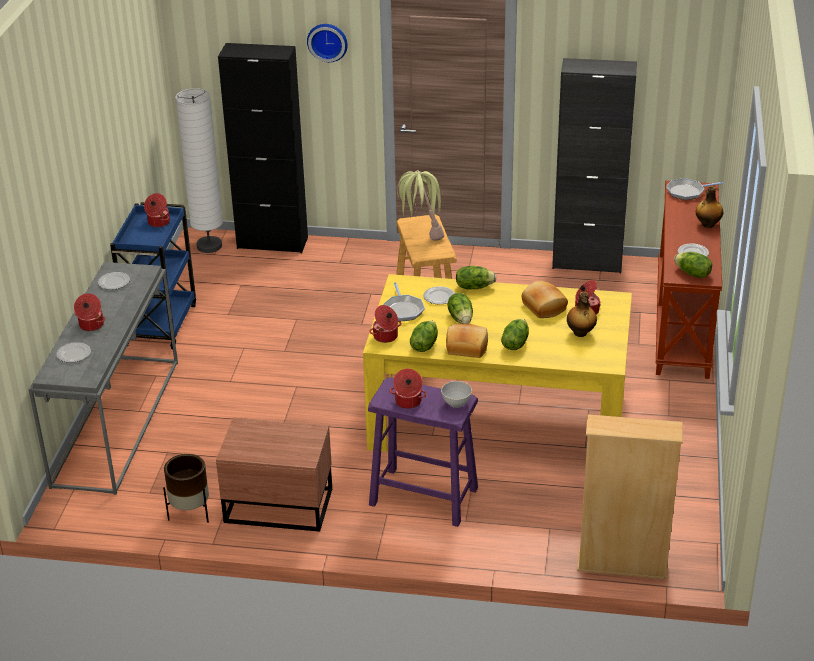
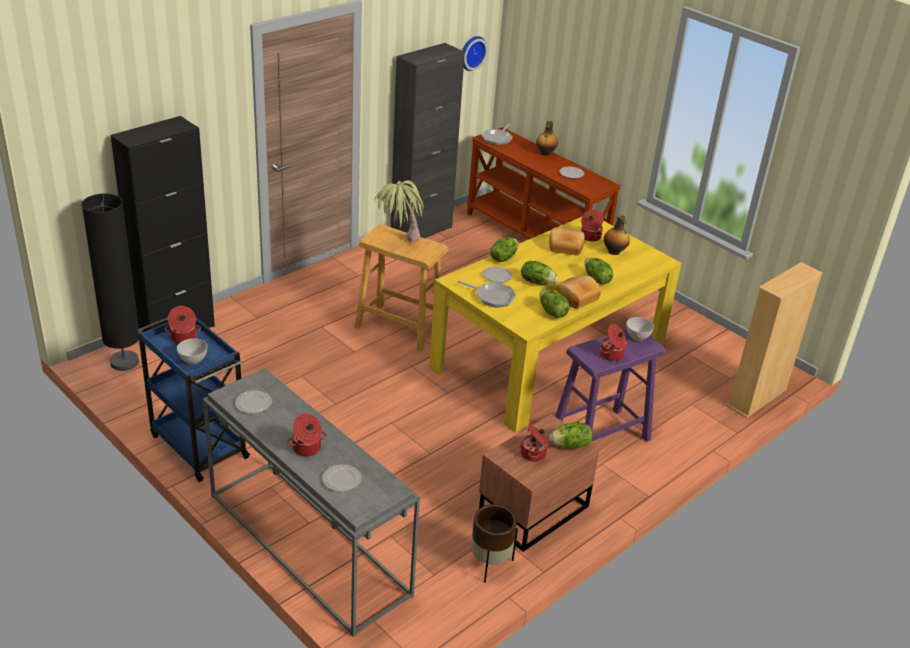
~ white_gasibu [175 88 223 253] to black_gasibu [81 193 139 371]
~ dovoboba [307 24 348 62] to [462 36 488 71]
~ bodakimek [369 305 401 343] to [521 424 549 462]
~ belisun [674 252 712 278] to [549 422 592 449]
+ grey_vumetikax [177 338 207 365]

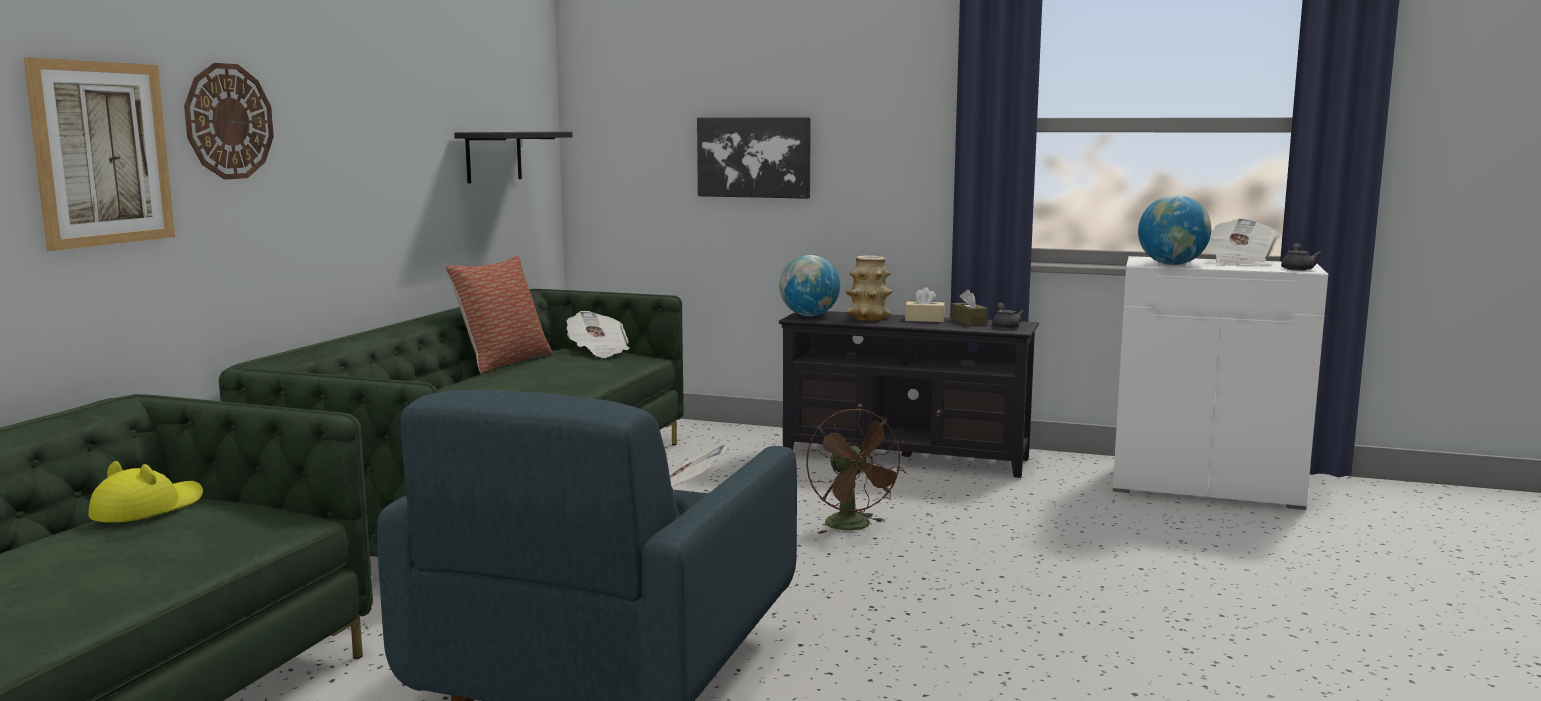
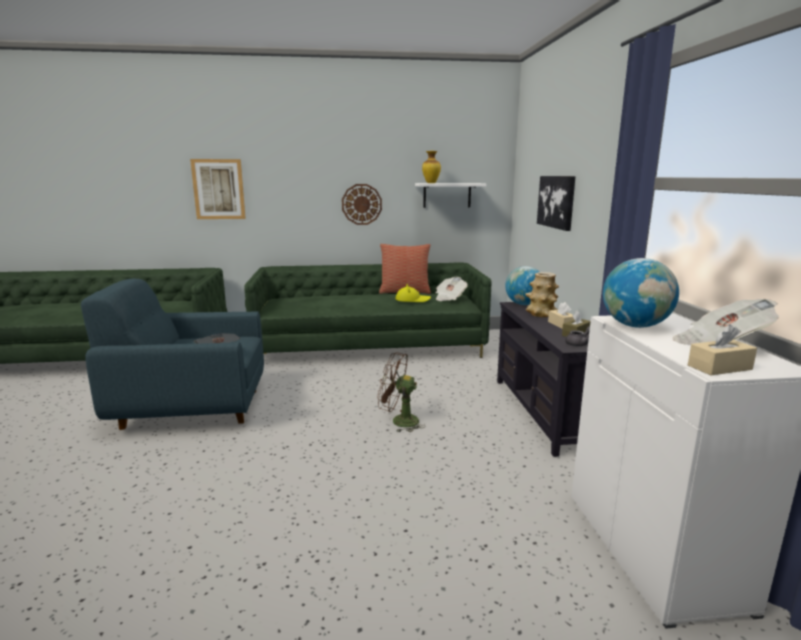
~ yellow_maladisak [88 461 203 523] to [396 284 431 302]
~ dovoboba [184 63 274 179] to [342 184 382 225]
~ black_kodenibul [454 132 572 183] to white_kodenibul [415 183 487 208]
~ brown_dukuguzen [806 409 906 534] = [378 352 425 432] 60 degrees clockwise
~ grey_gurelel [1281 243 1322 271] to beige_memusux [688 325 757 375]
+ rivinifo [422 151 441 183]

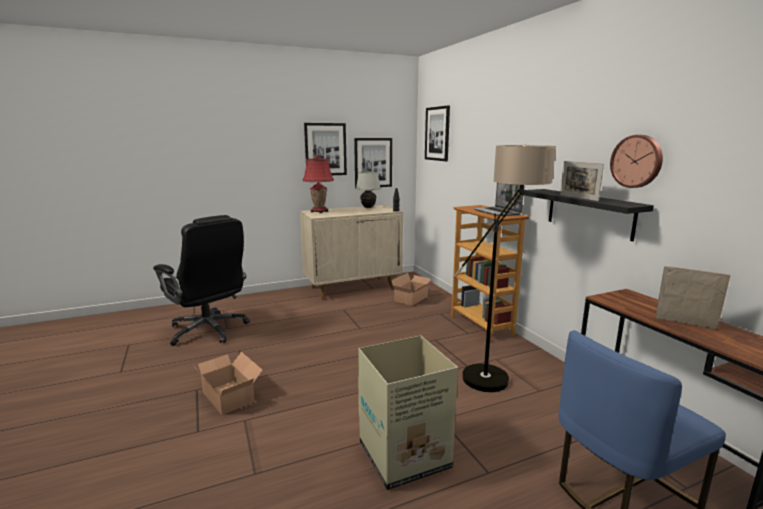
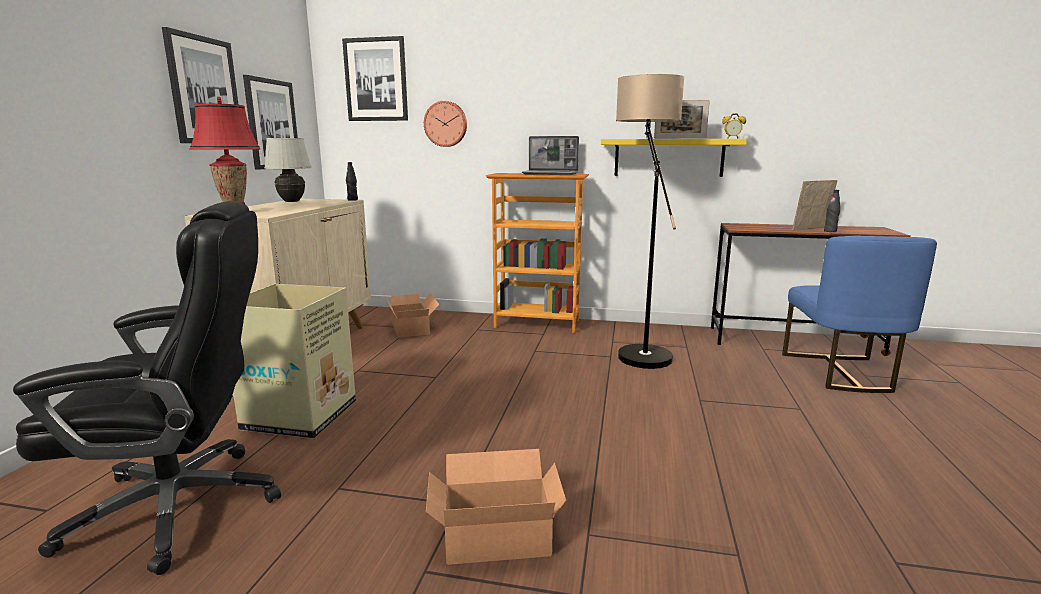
~ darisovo [358 336 458 490] to [233 284 356 439]
~ black_kodenibul [521 189 654 241] to yellow_kodenibul [601 139 747 177]
~ dovoboba [610 135 663 188] to [424 101 467 147]
+ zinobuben [722 113 746 138]
+ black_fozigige [824 190 840 232]

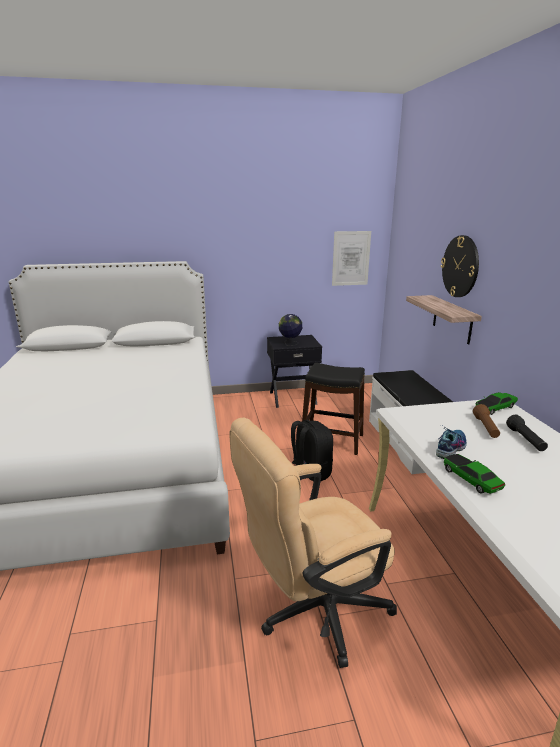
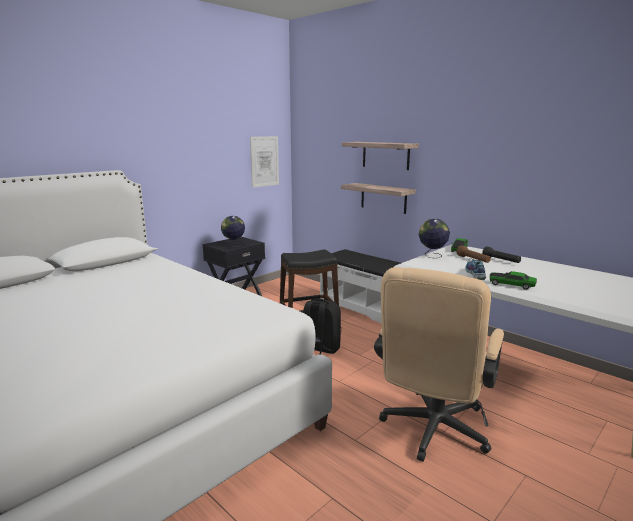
~ dovoboba [441 235 479 297] to kodenibul [342 142 419 170]
+ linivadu [419 219 450 258]

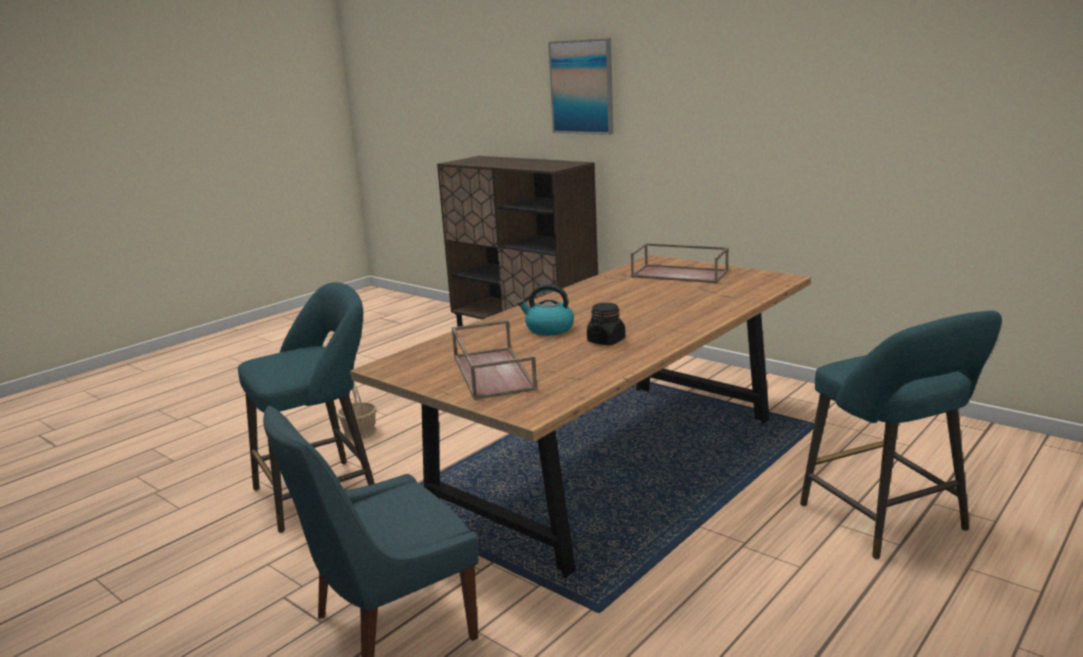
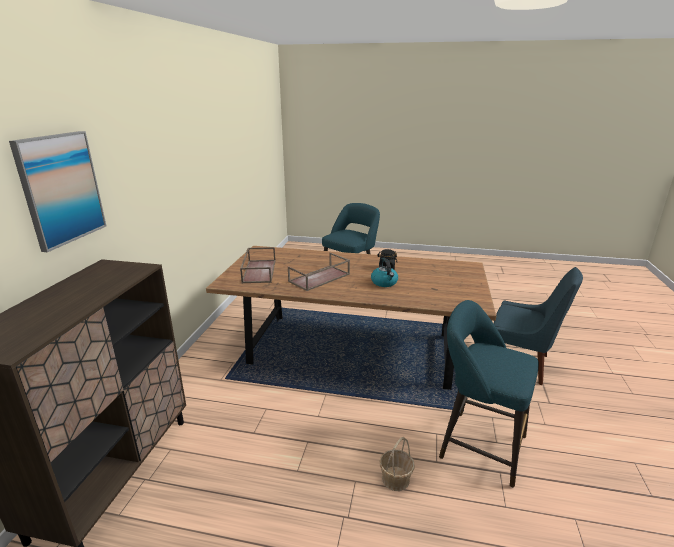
~ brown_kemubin [452 320 537 400] to [288 252 350 291]

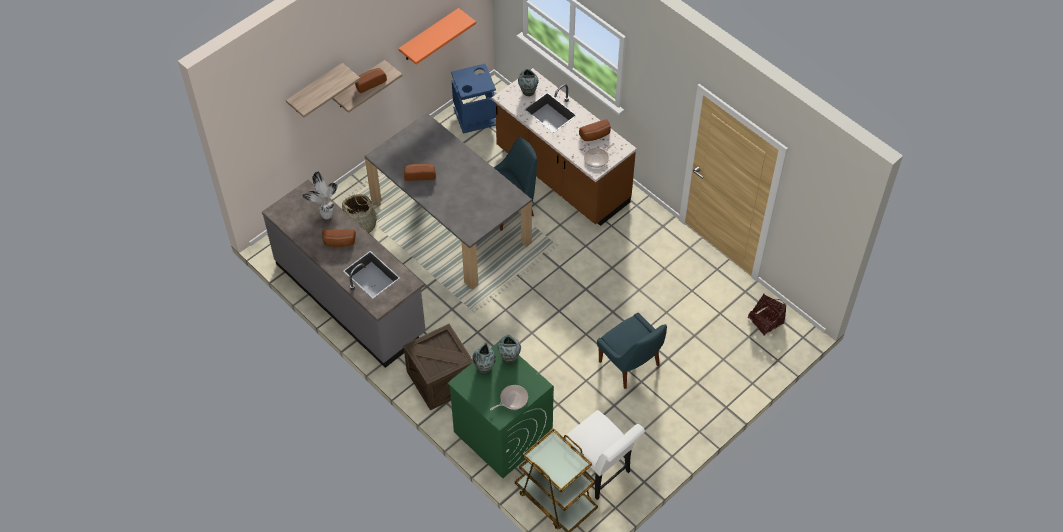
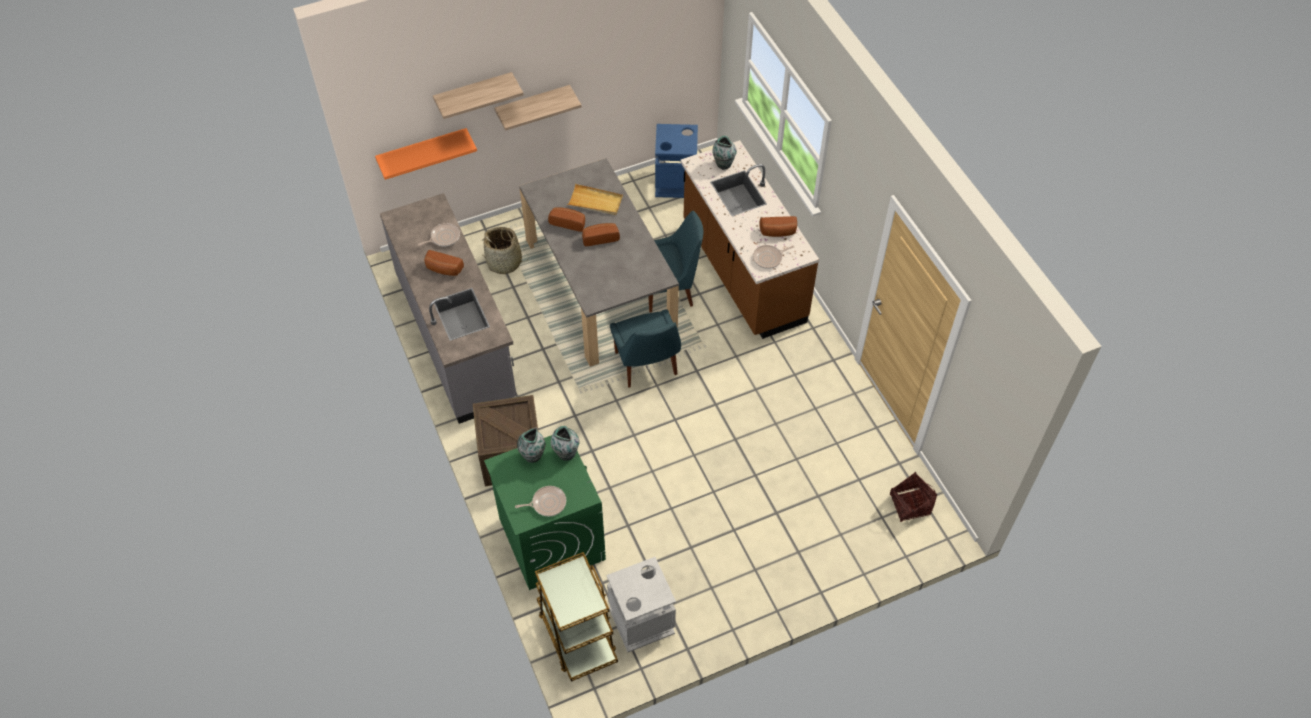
~ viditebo [302 172 338 219] to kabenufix [418 223 460 246]
~ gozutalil [355 68 387 93] to [582 223 620 246]
~ orange_kodenibul [398 8 476 65] to [375 128 477 180]
~ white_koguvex [565 410 645 500] to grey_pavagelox [606 557 676 652]
~ blue_koguvex [597 313 667 389] to [610 309 681 388]
+ beige_kemubin [567 184 623 215]

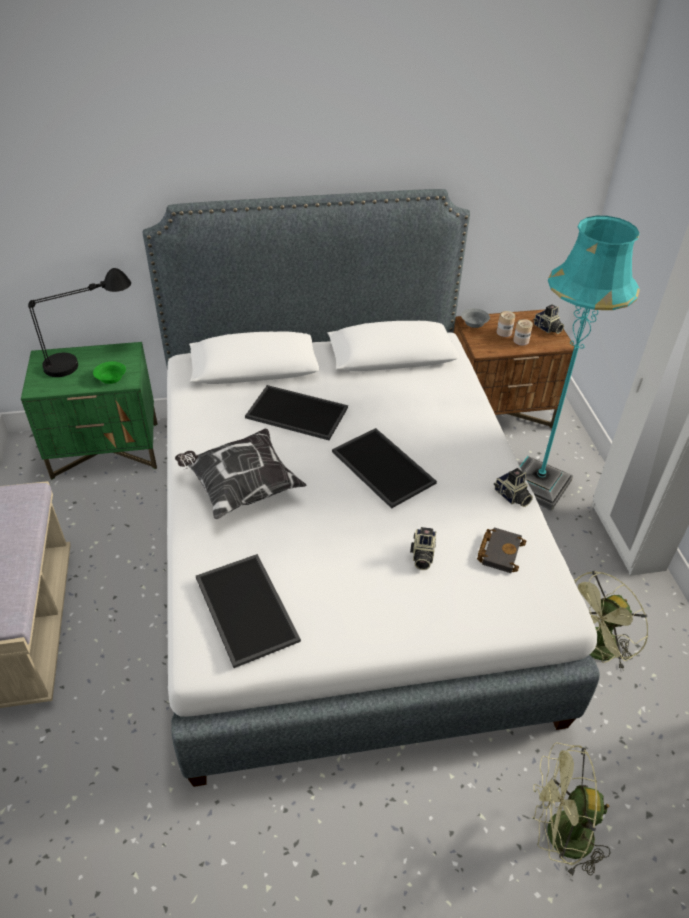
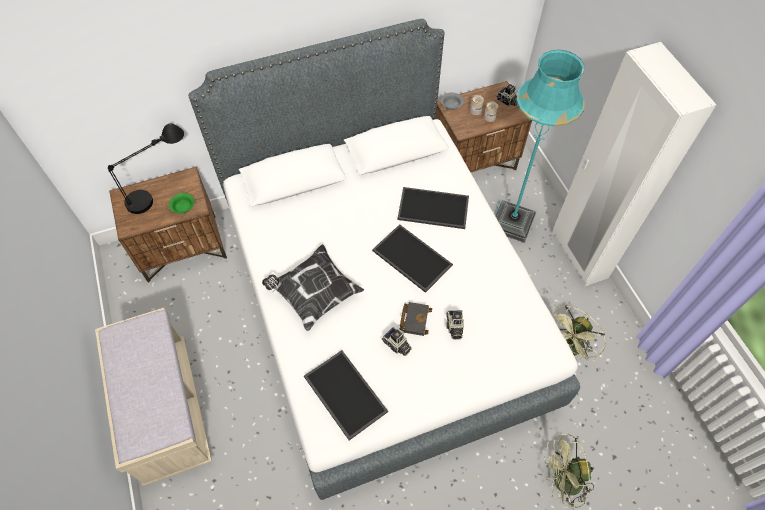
~ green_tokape [21 342 158 480] to brown_tokape [109 167 227 283]
~ kemubin [245 385 348 440] to [397 187 469 229]
~ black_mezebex [477 527 527 573] to [400 302 432 336]
~ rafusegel [494 468 533 507] to [382 327 412 356]

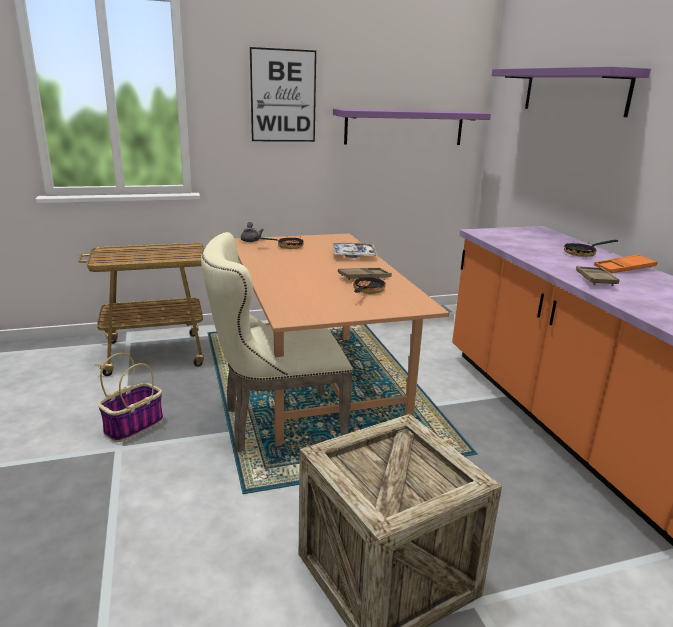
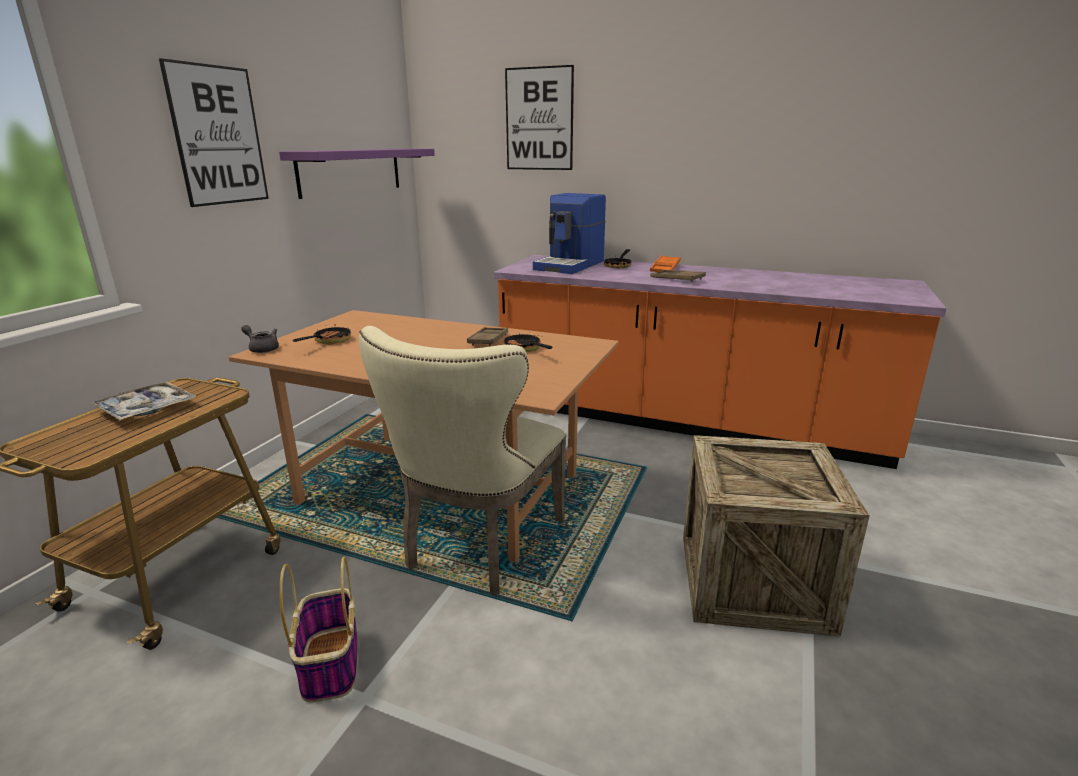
~ kemubin [333 243 378 258] to [92 381 196 420]
~ purple_kodenibul [492 66 651 117] to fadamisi [505 65 574 170]
+ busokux [533 193 606 274]

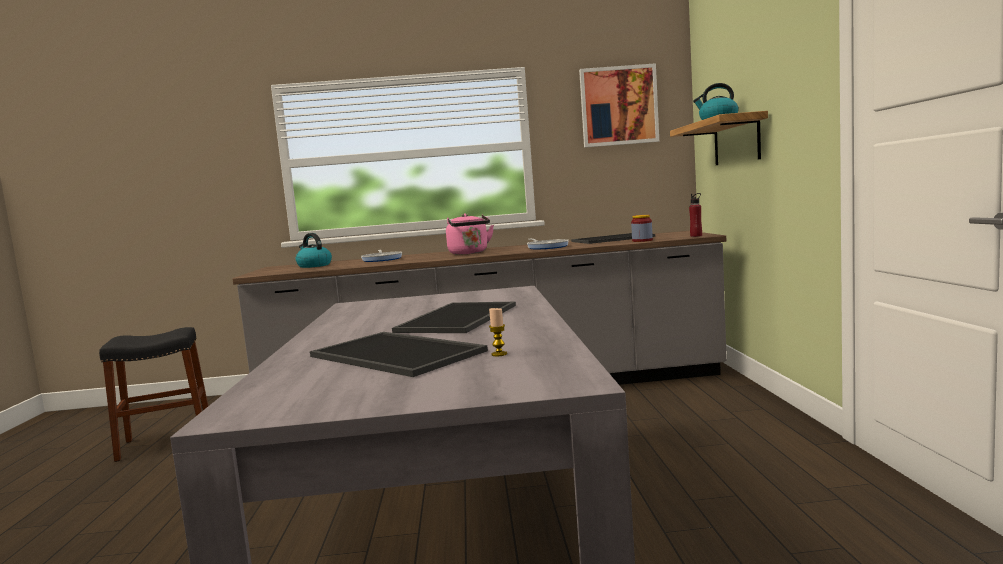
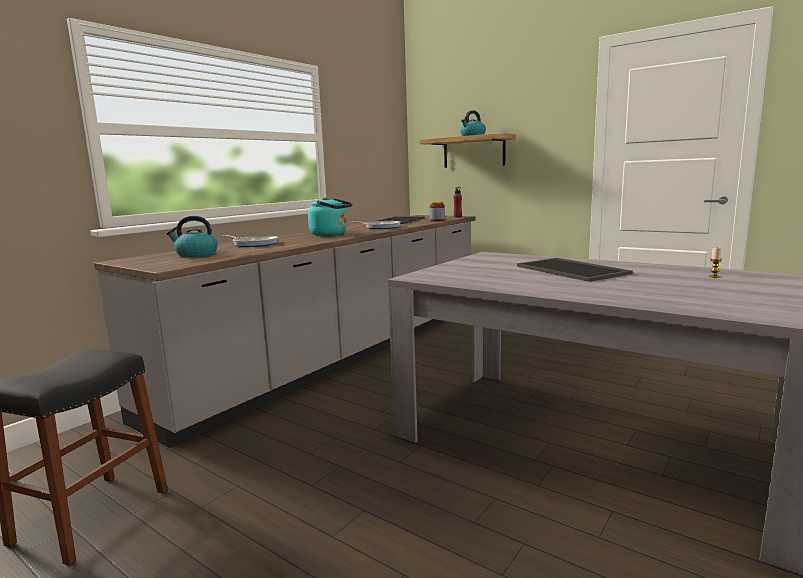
- kemubin [310 332 488 377]
~ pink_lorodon [446 213 494 255] to turquoise_lorodon [308 197 353 236]
- fadamisi [579 63 659 148]

